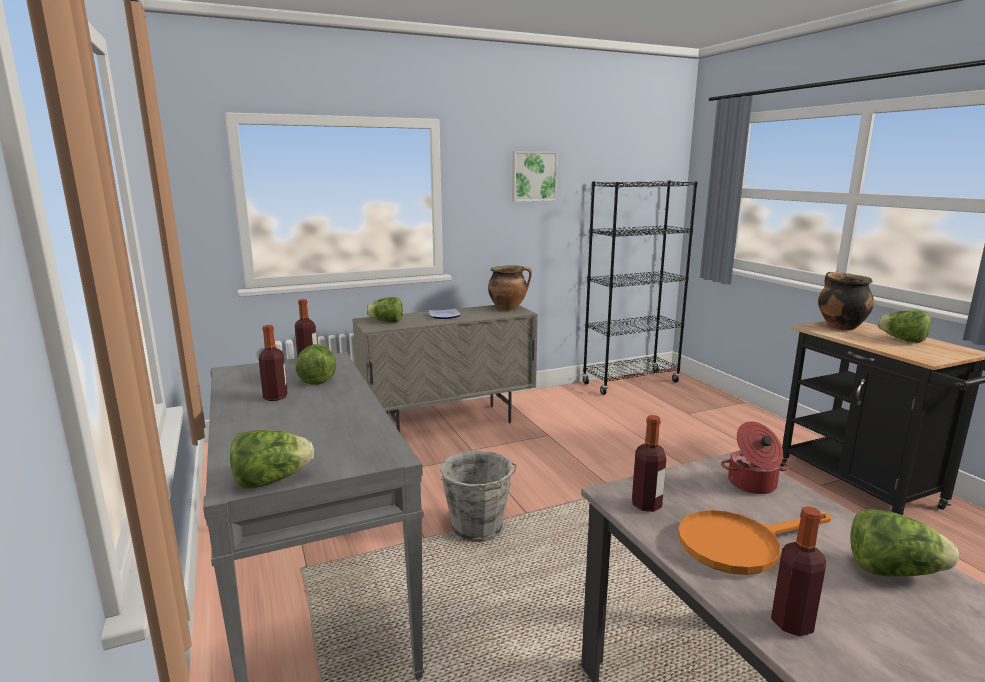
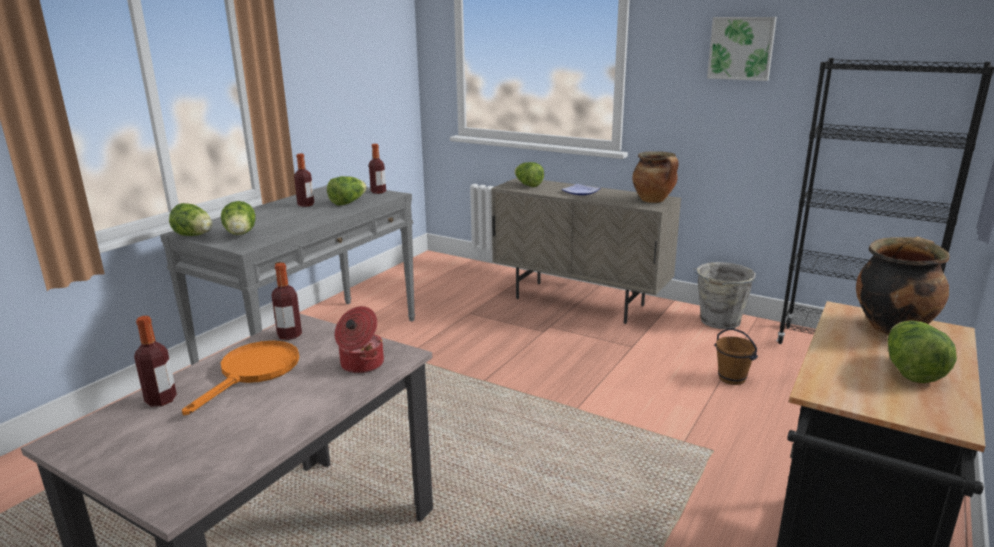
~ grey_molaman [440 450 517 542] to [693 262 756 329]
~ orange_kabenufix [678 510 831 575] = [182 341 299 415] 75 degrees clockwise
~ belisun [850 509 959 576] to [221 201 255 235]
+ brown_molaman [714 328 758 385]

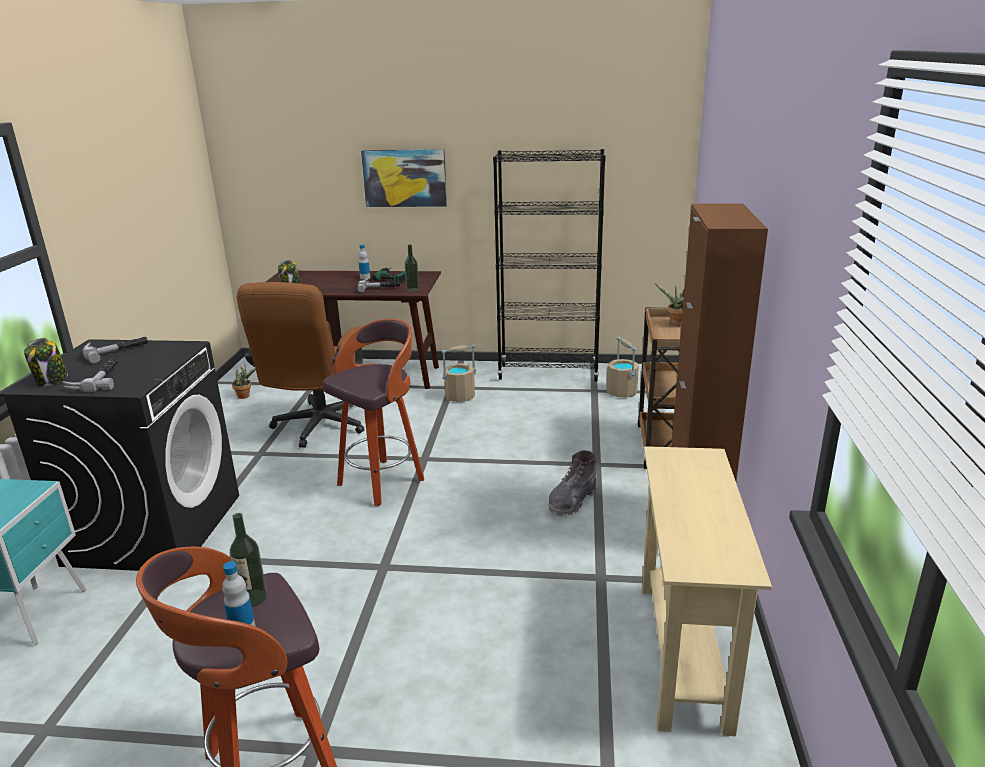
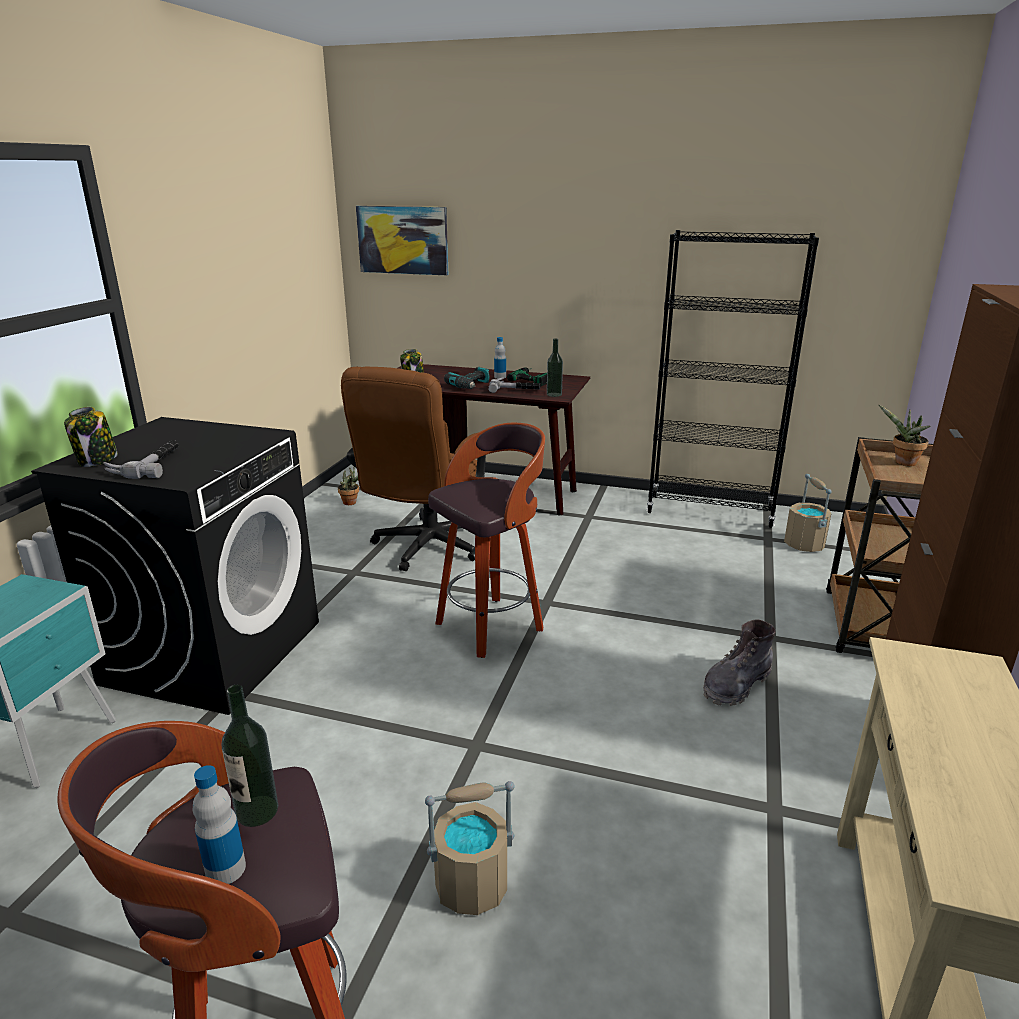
- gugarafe [82 337 148 363]
~ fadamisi [361 149 447 207] to [356 206 449 275]
~ beige_molaman [442 344 476 402] to [425 781 515 915]
+ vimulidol [444 367 489 389]

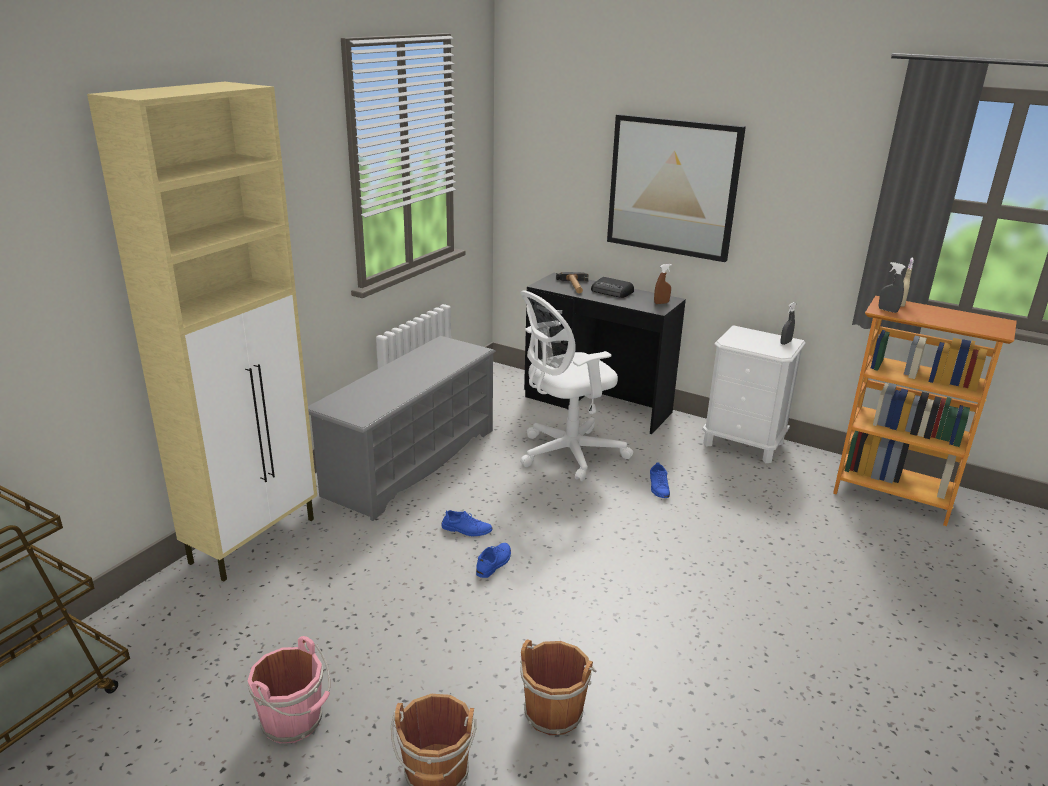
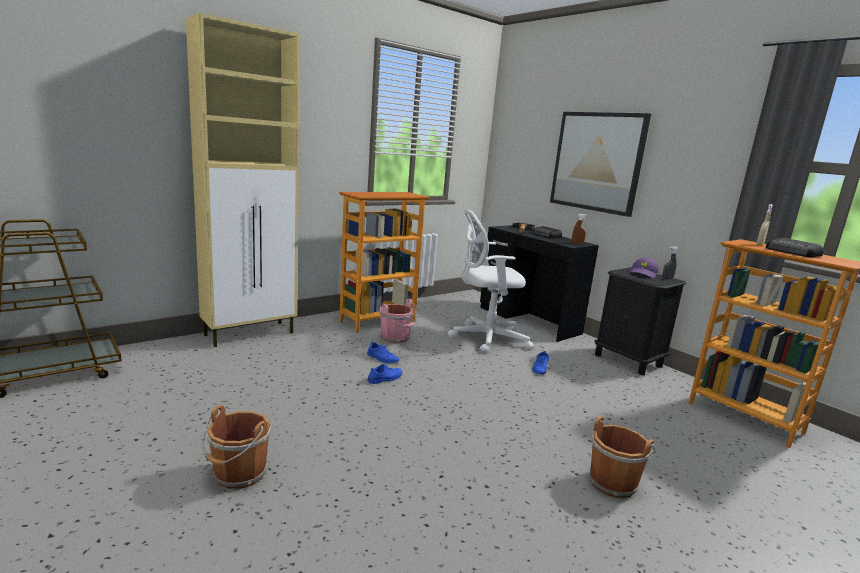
~ pink_molaman [248 636 330 743] to [380 299 416 344]
~ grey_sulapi [308 336 496 521] to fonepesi [339 192 430 333]
~ brown_molaman [520 639 597 735] to [589 416 656 498]
~ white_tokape [702 325 806 463] to black_tokape [595 267 686 375]
- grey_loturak [879 262 906 313]
+ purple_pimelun [628 257 659 278]
+ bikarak [766 238 823 257]

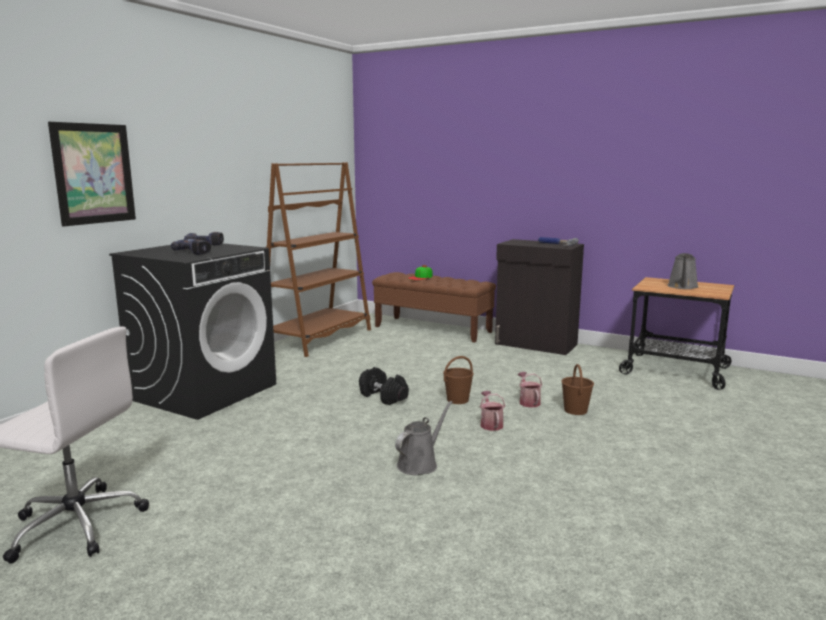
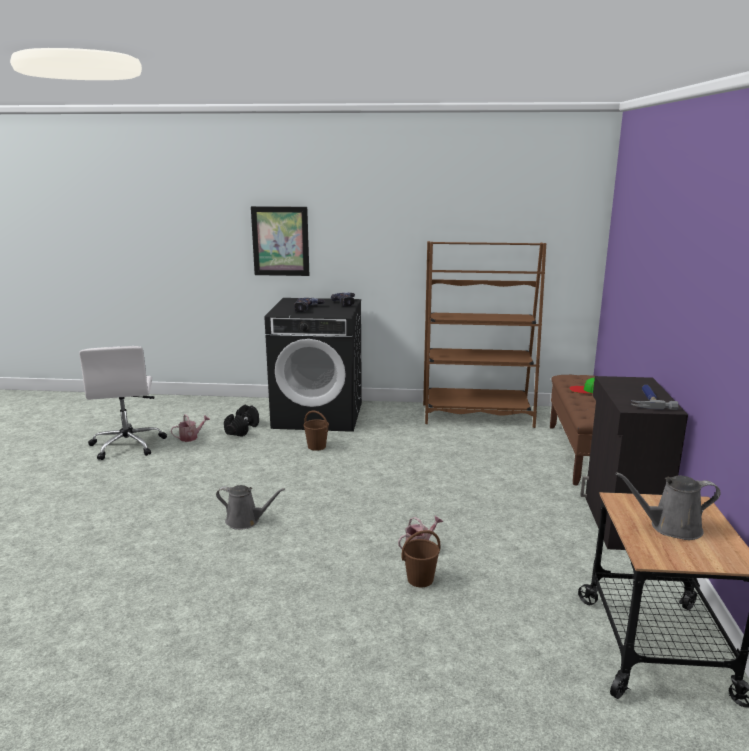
~ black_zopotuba [359 367 409 405] to [224 405 259 437]
~ brown_molaman [443 356 474 404] to [304 411 329 451]
~ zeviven [480 391 505 431] to [171 414 210 442]

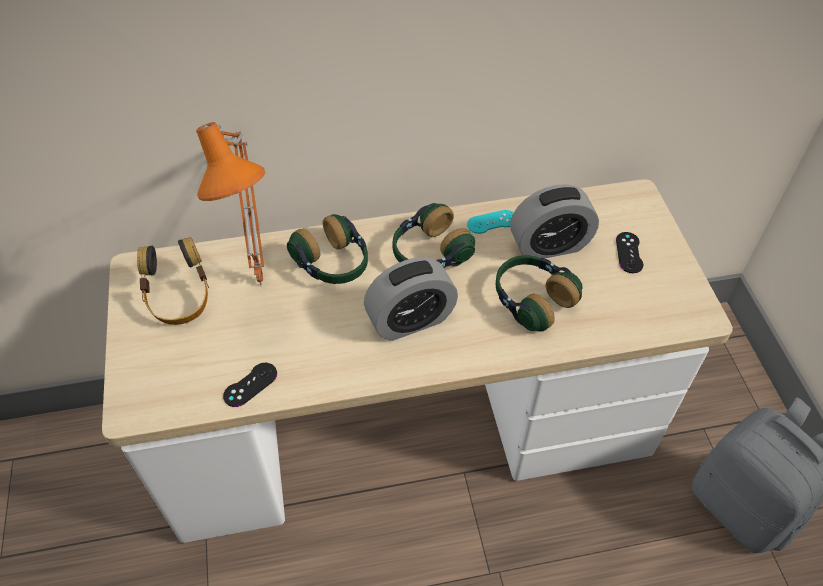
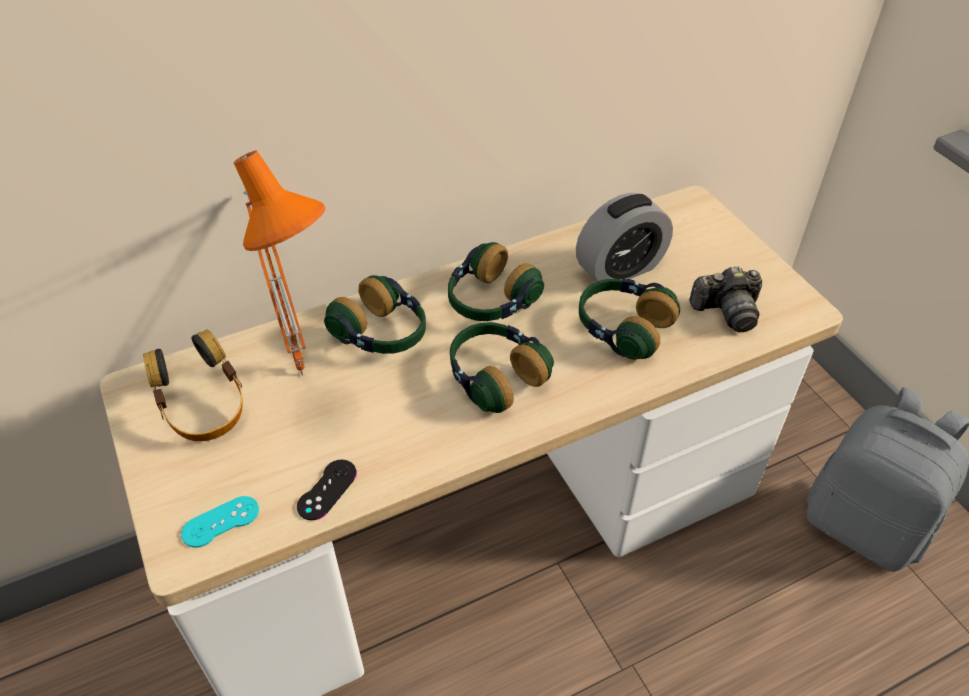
~ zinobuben [364 257 458 341] to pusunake [450 322 554 413]
~ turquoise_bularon [467 210 514 234] to [181 496 259 548]
- black_bularon [616 232 643 273]
+ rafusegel [690 266 762 332]

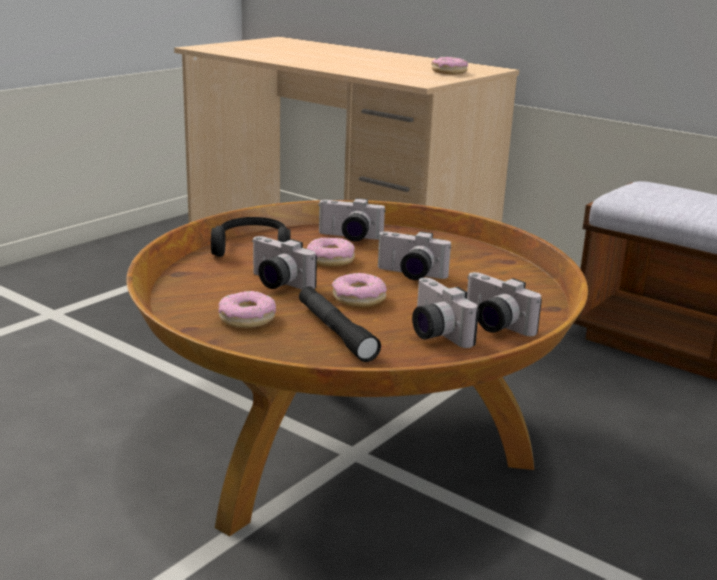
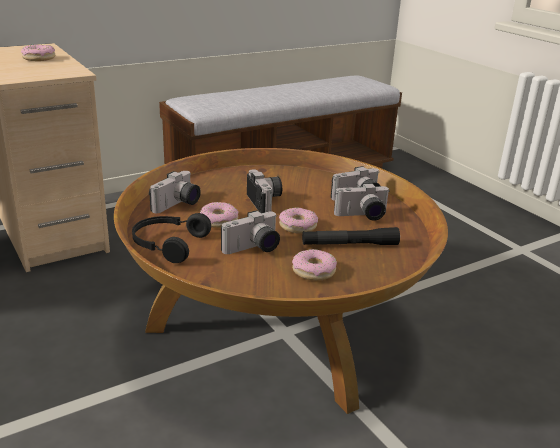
~ rafusegel [377 231 451 280] = [247 169 282 213] 60 degrees counterclockwise

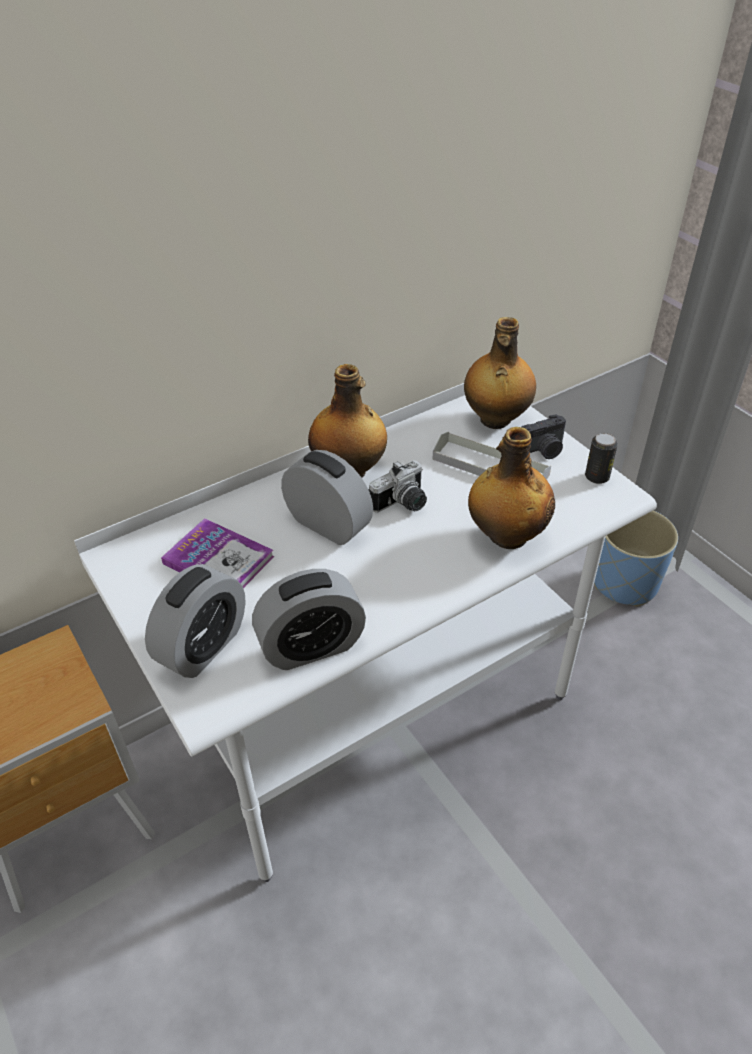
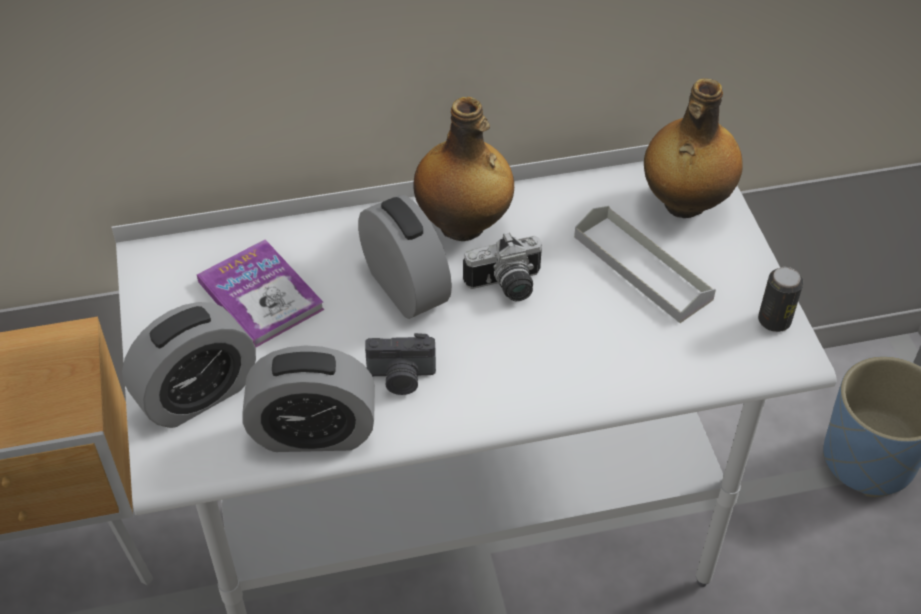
- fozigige [468 427 555 549]
~ rafusegel [522 414 566 459] to [365 333 436 395]

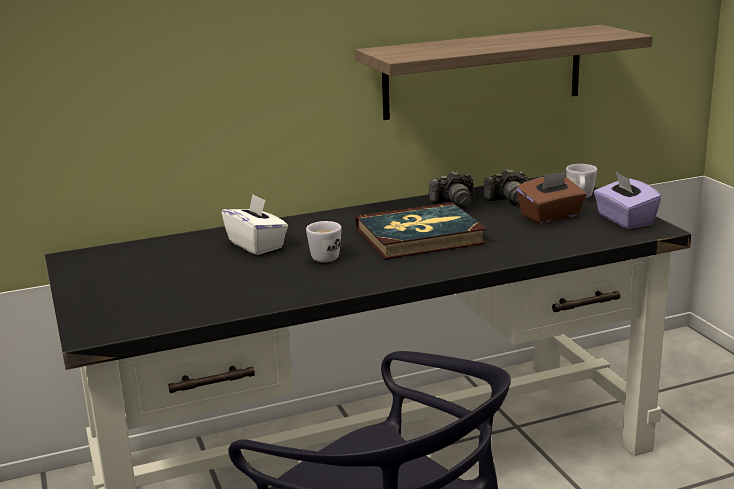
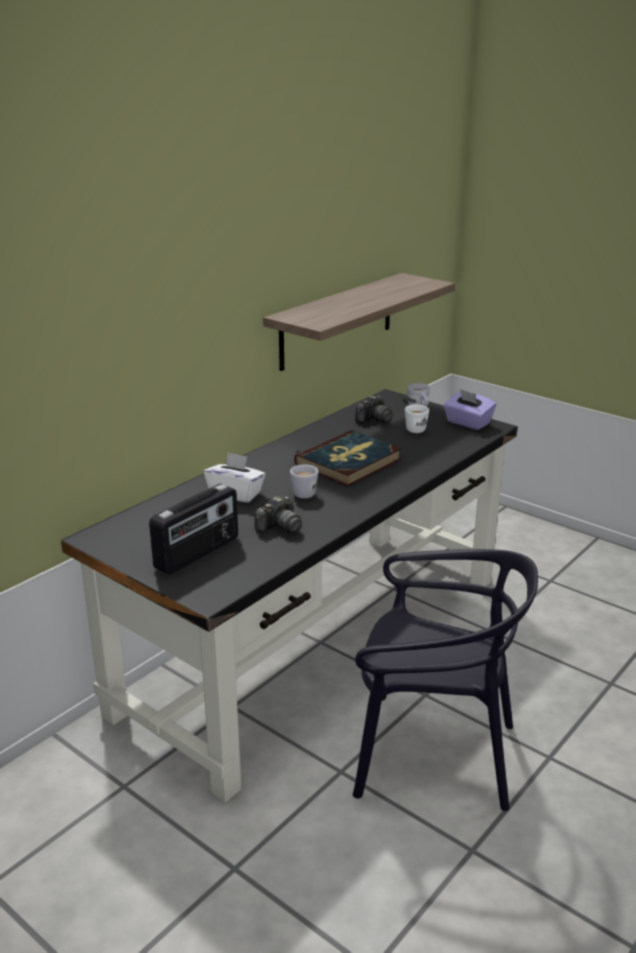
~ rafusegel [429 171 474 208] to [255 496 302 534]
~ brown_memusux [516 171 586 224] to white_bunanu [405 404 429 433]
+ bikarak [149 484 238 575]

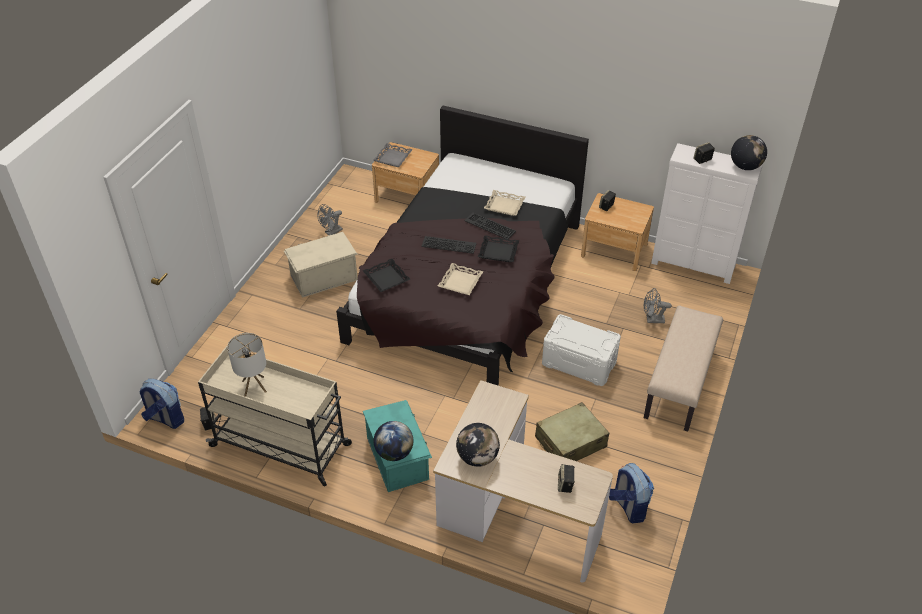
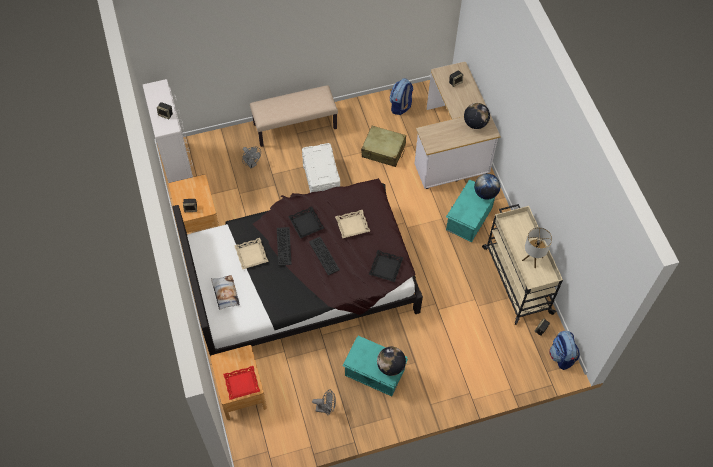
~ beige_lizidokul [284 232 358 298] to turquoise_lizidokul [342 336 408 396]
~ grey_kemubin [373 143 413 167] to red_kemubin [223 366 260 400]
~ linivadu [731 135 767 170] to [377 347 406 376]
+ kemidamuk [211 275 240 310]

